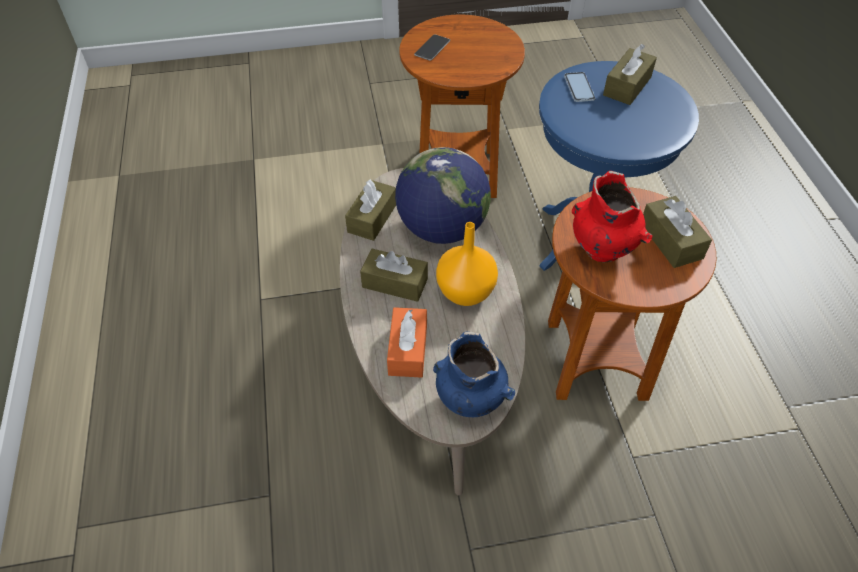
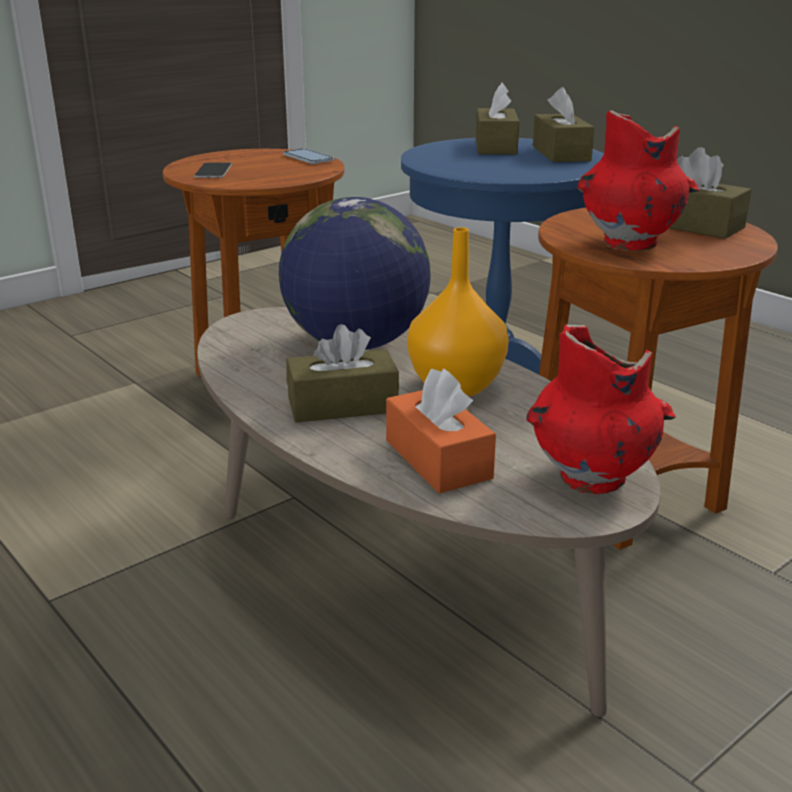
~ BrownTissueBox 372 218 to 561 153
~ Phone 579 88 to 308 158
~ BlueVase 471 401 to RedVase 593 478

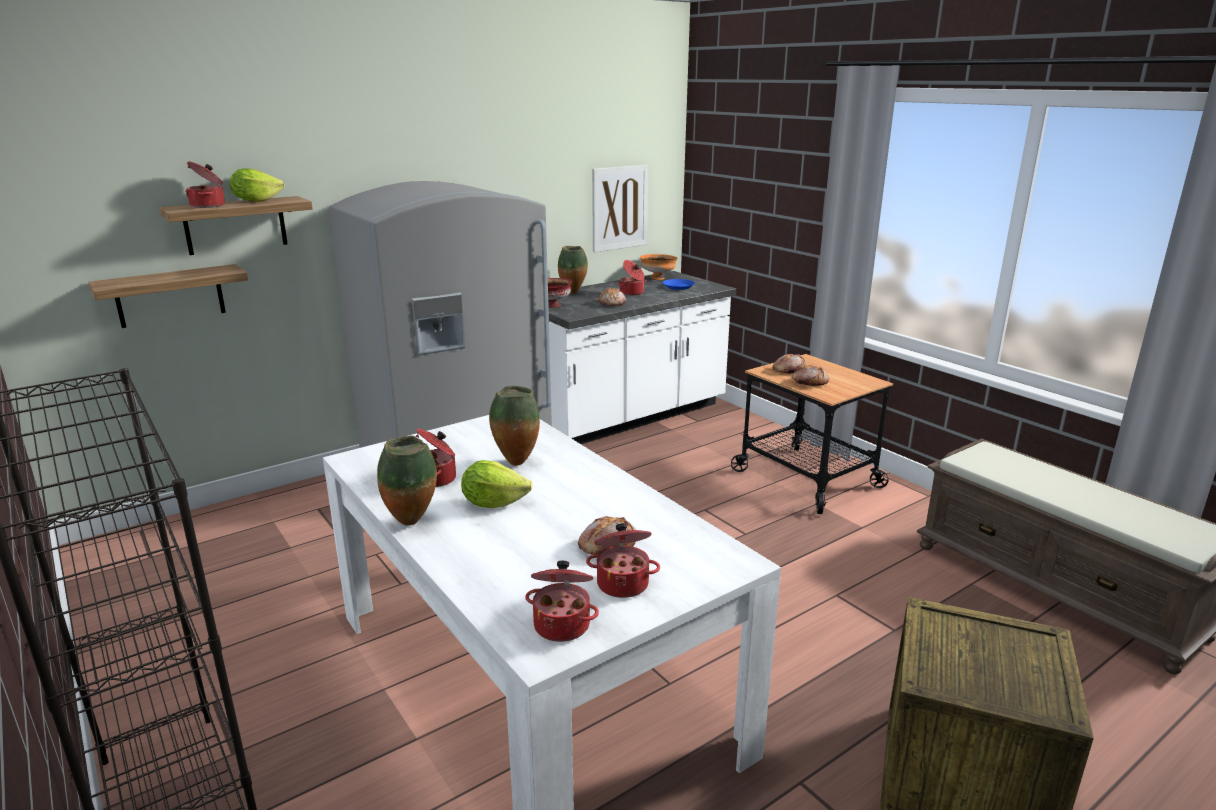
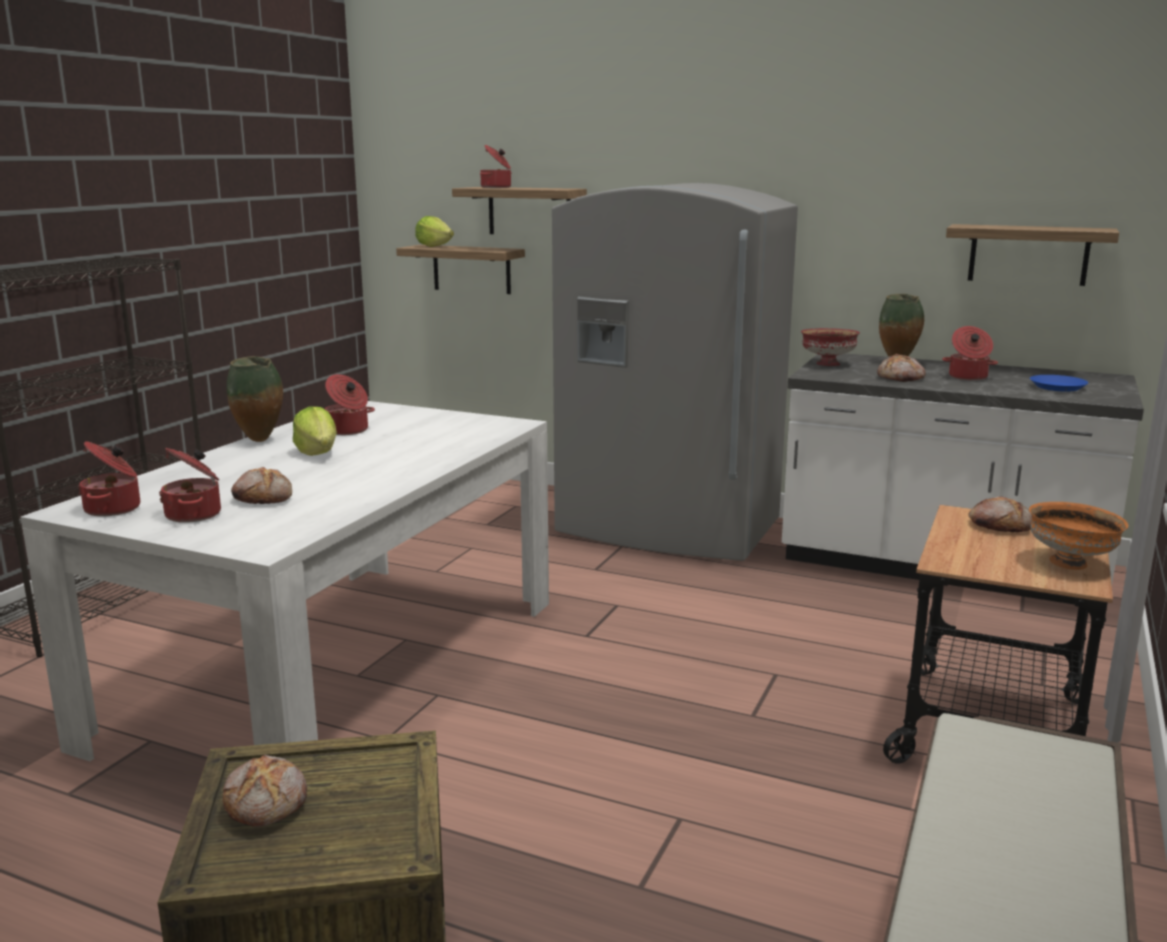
- Vase 516 462
~ Lettuce 256 201 to 434 246
~ OrangeBowl 657 278 to 1070 563
~ Bread 809 382 to 268 802
~ Picture 619 208 to Shelf 1028 254

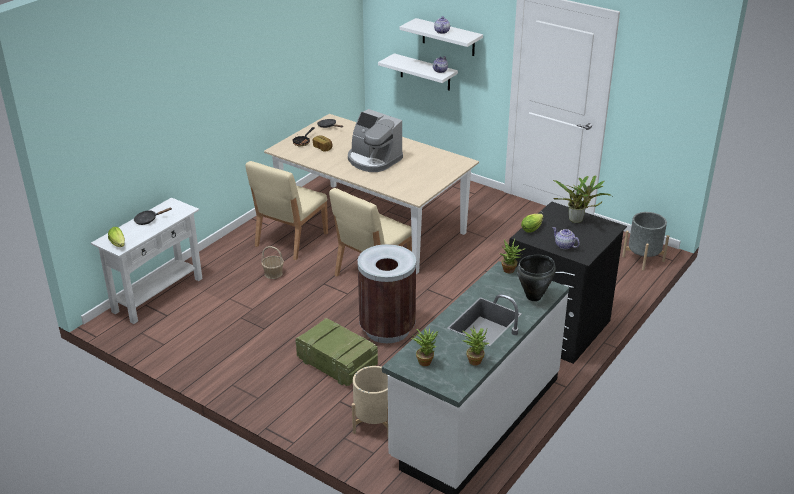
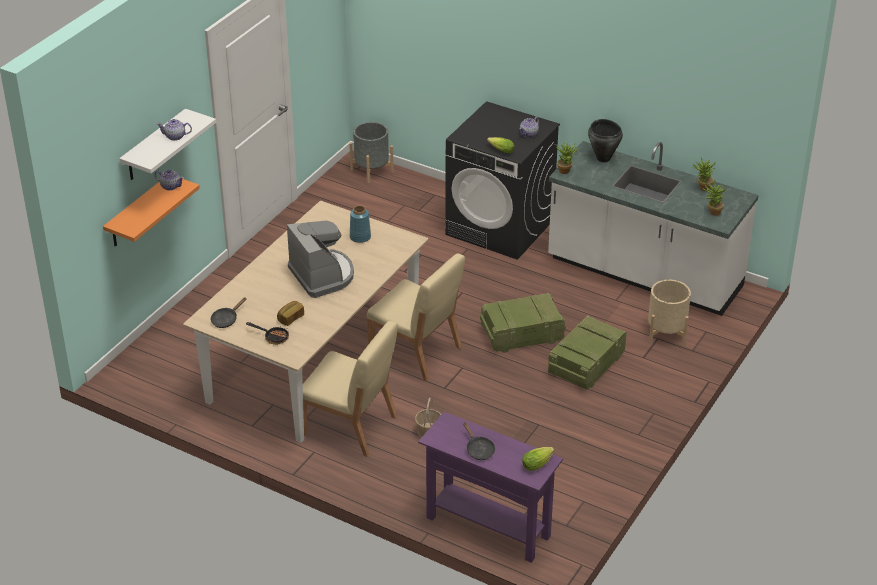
- PottedPlant 577 221
+ BlueVase 360 237
~ BrownTrashCan 387 329 to Crate 523 334
~ WhiteConsoleTable 158 295 to PurpleConsoleTable 488 527
~ WhiteShelf 425 72 to OrangeShelf 138 212
~ CoffeeMachine 373 160 = 322 275 60 degrees counterclockwise

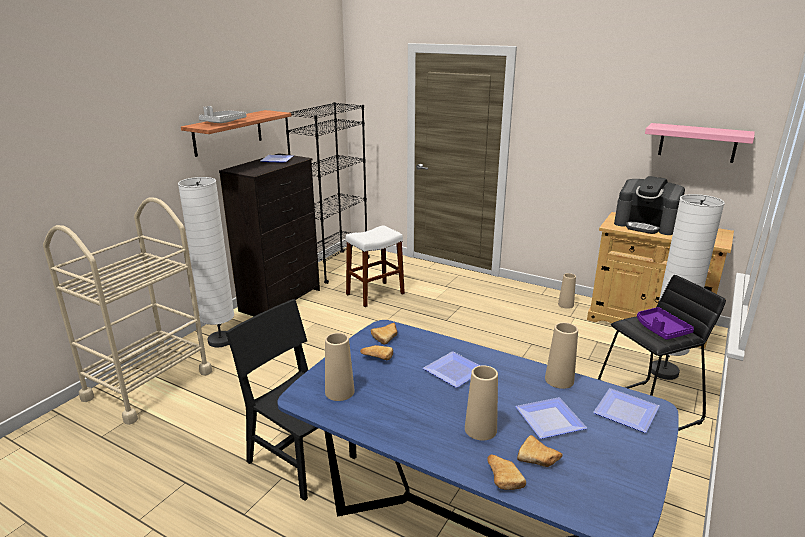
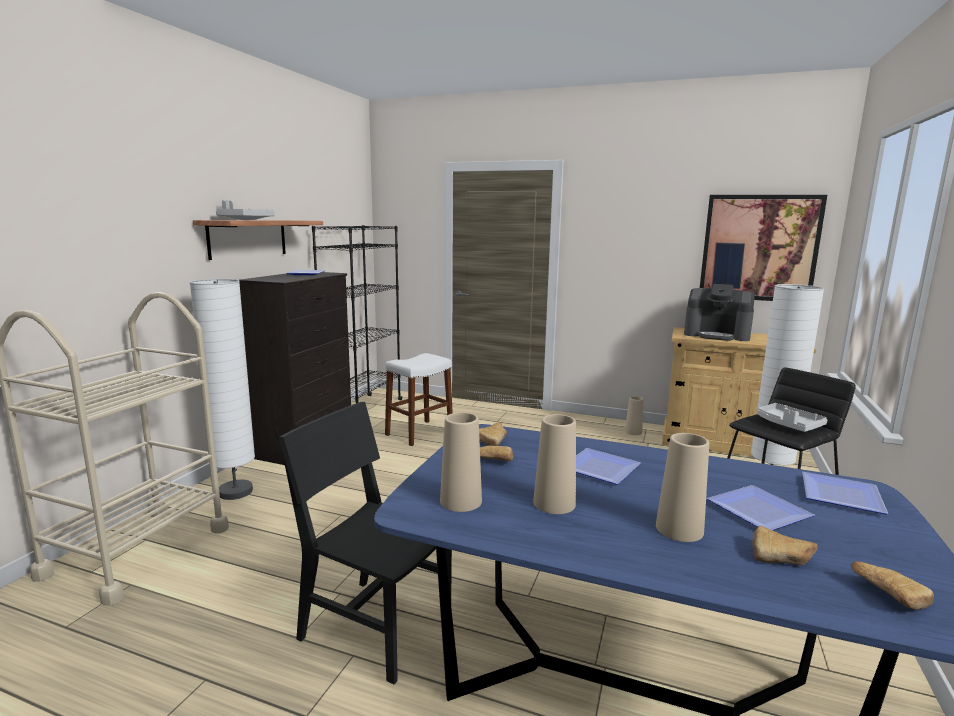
~ Bread 502 477 to 886 594
~ BeigeVase 559 380 to 554 503
~ PinkShelf 697 142 to Picture 759 248
~ PurpleTray 661 329 to GreyTray 788 425

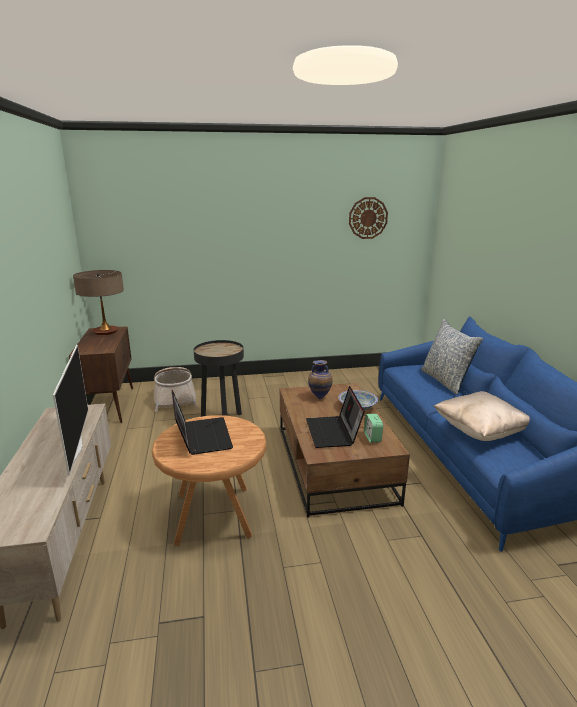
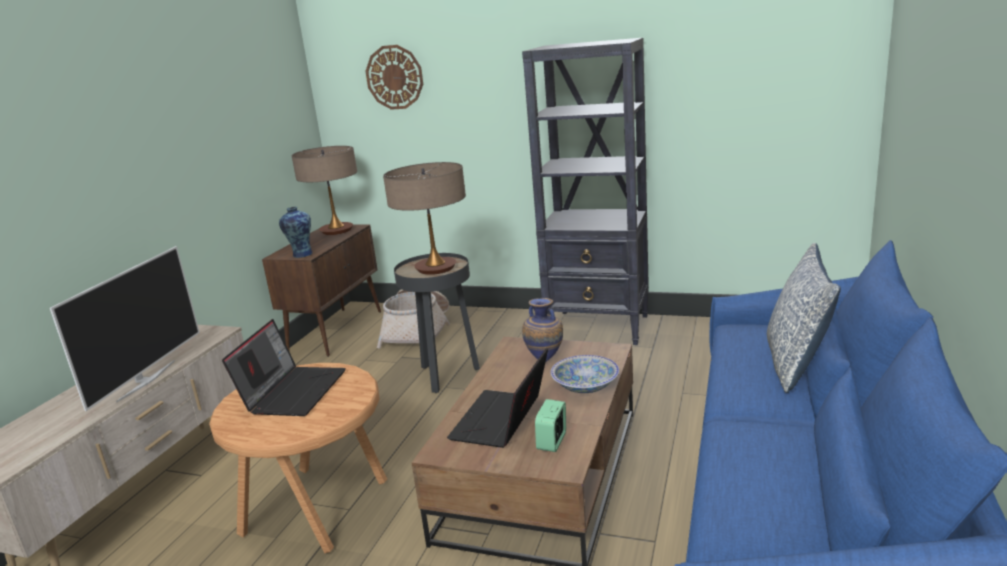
- BeigePillow 480 431
+ Vase 301 254
+ TableLamp 435 268
+ BlackBookcase 599 328
~ WallClock 368 218 to 394 77

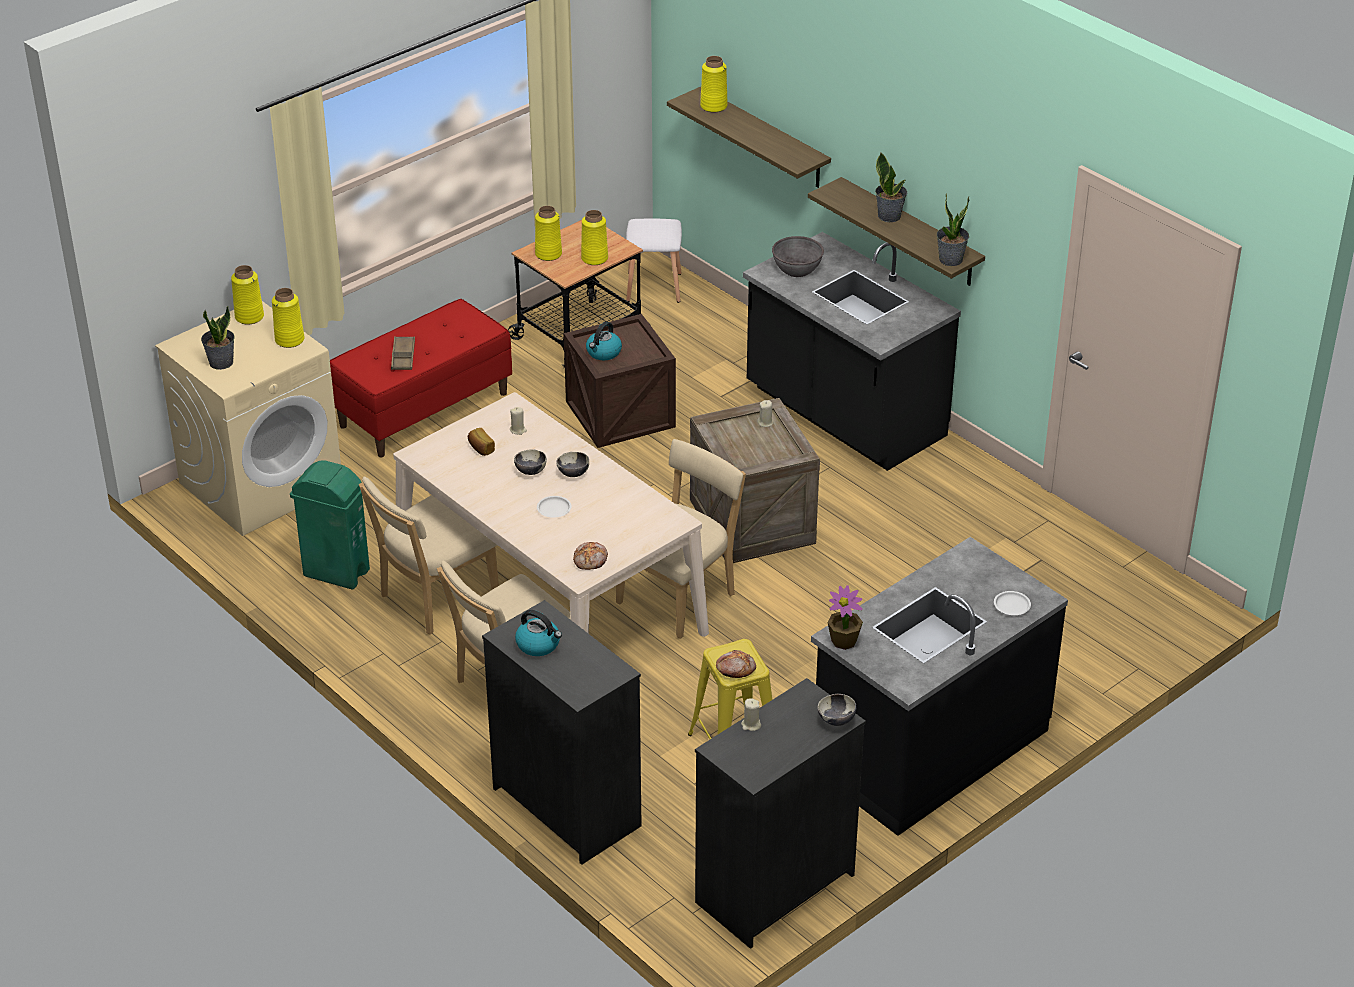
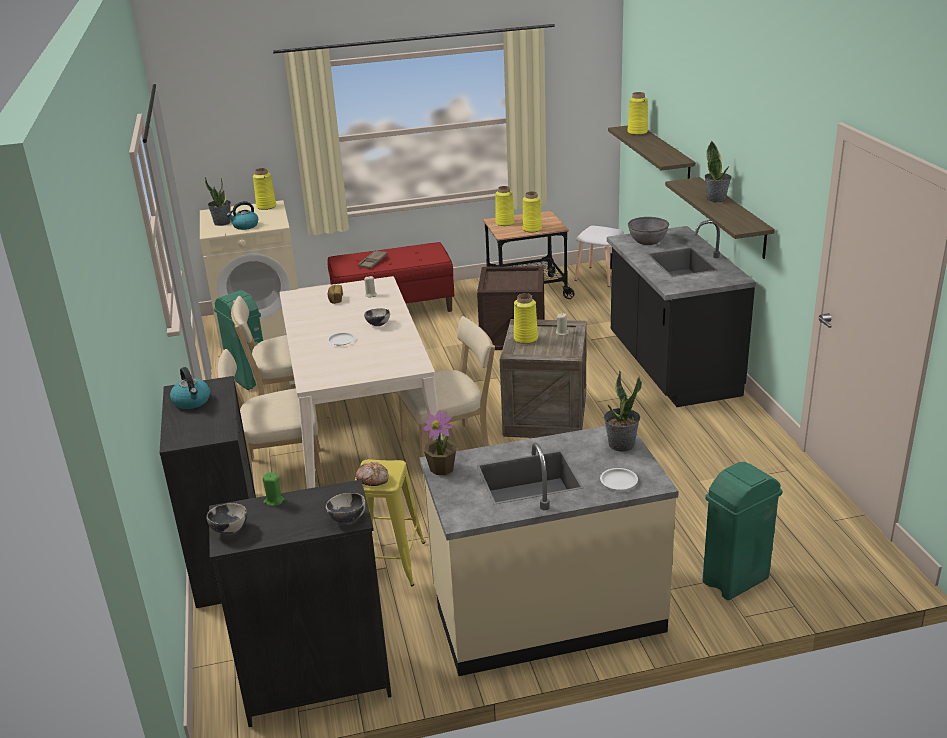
- Bread 591 560
+ GreenTrashCan 734 580
~ YellowVase 290 340 to 526 338
~ Bowl 530 471 to 229 530
~ Kettle 603 353 to 245 226
~ PottedPlant 950 260 to 621 444
~ BeigeCandle 751 725 to GreenCandle 274 501
~ BlackCounter 928 749 to BeigeCounter 546 612

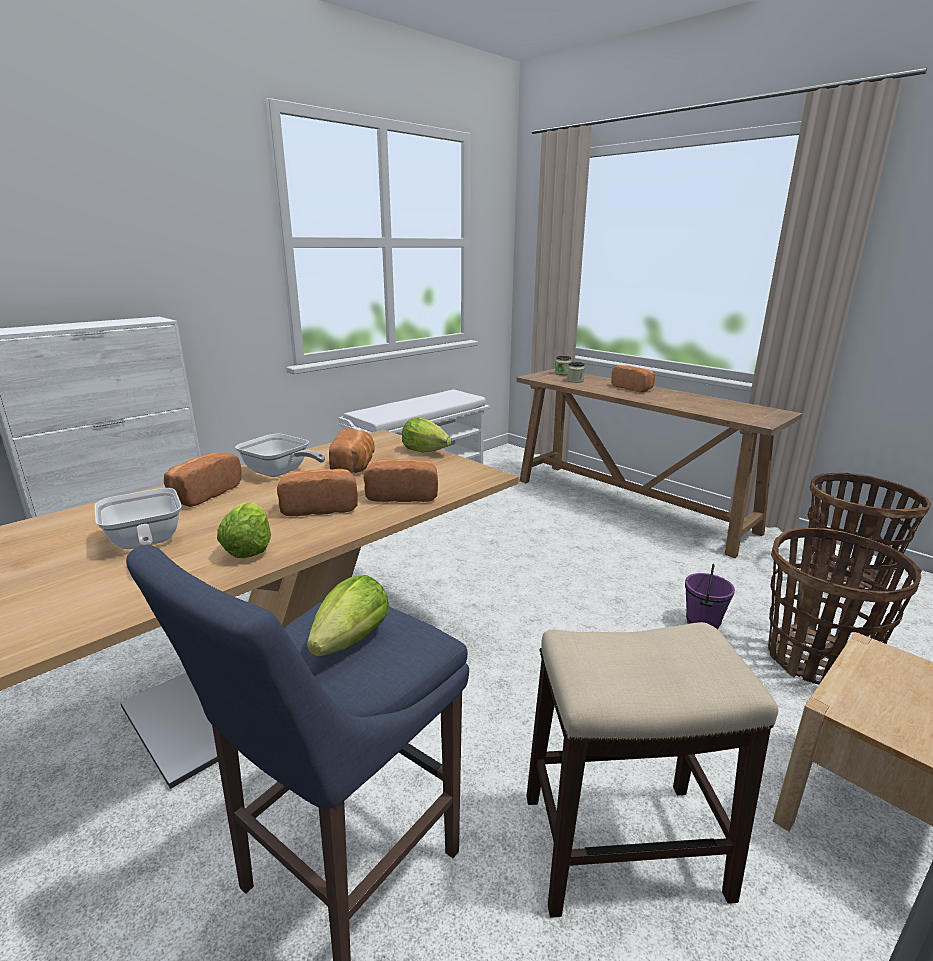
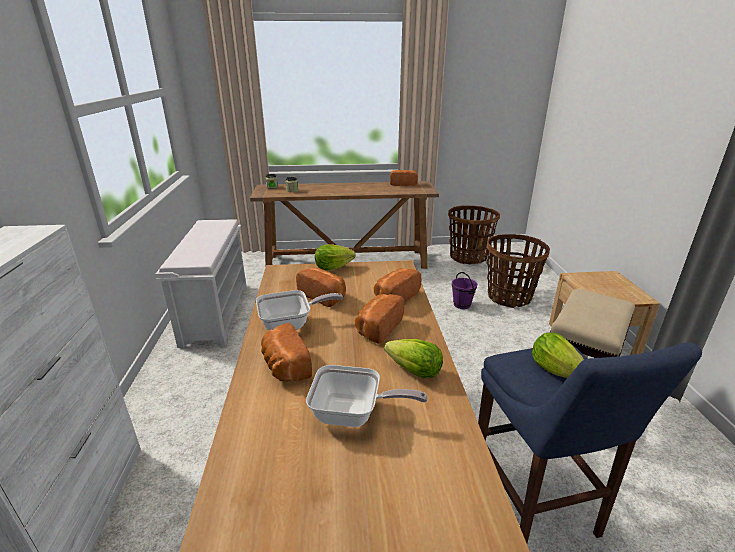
~ Bread 633 388 to 403 184

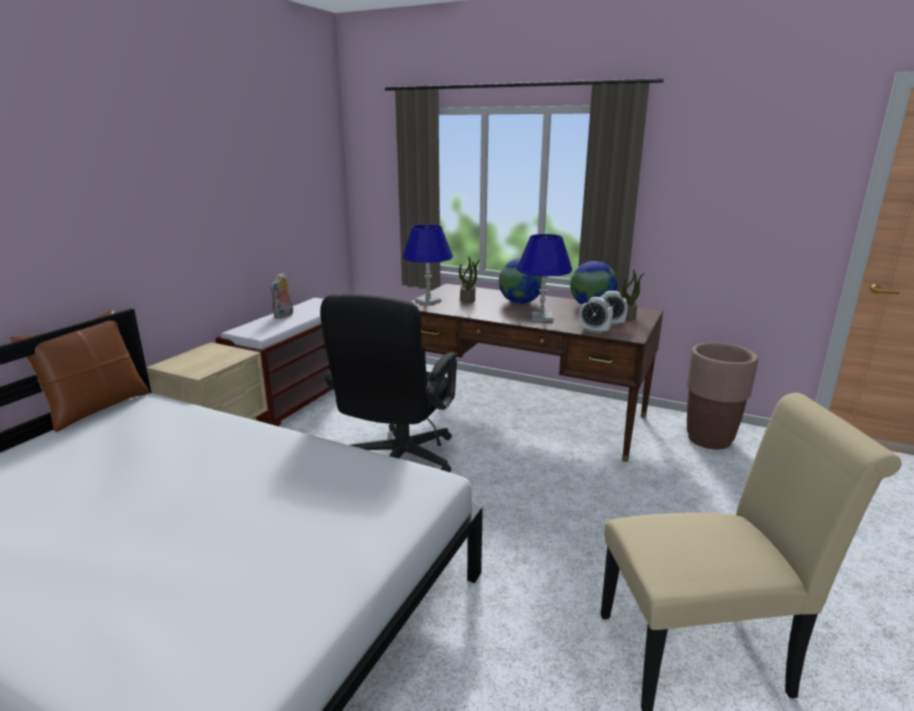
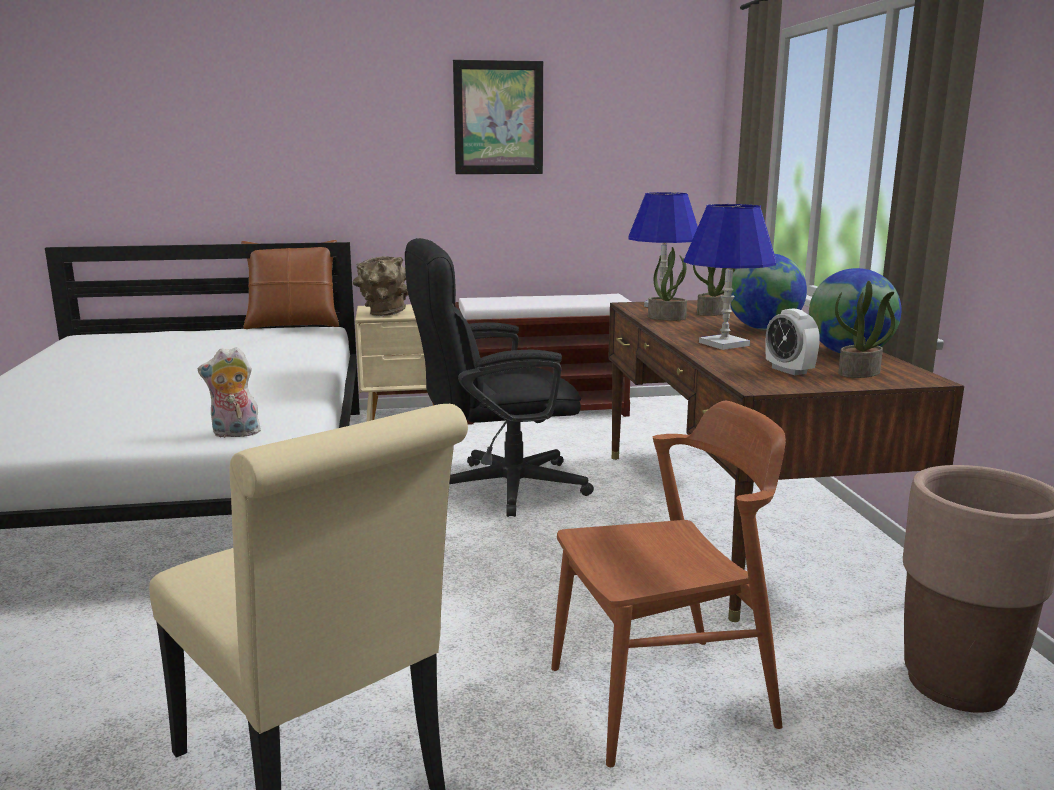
- AlarmClock 594 331
+ BrownVase 384 314
+ Picture 498 118
+ BrownChair 662 696
+ PottedPlant 667 318
~ PlushToy 284 316 to 234 434

